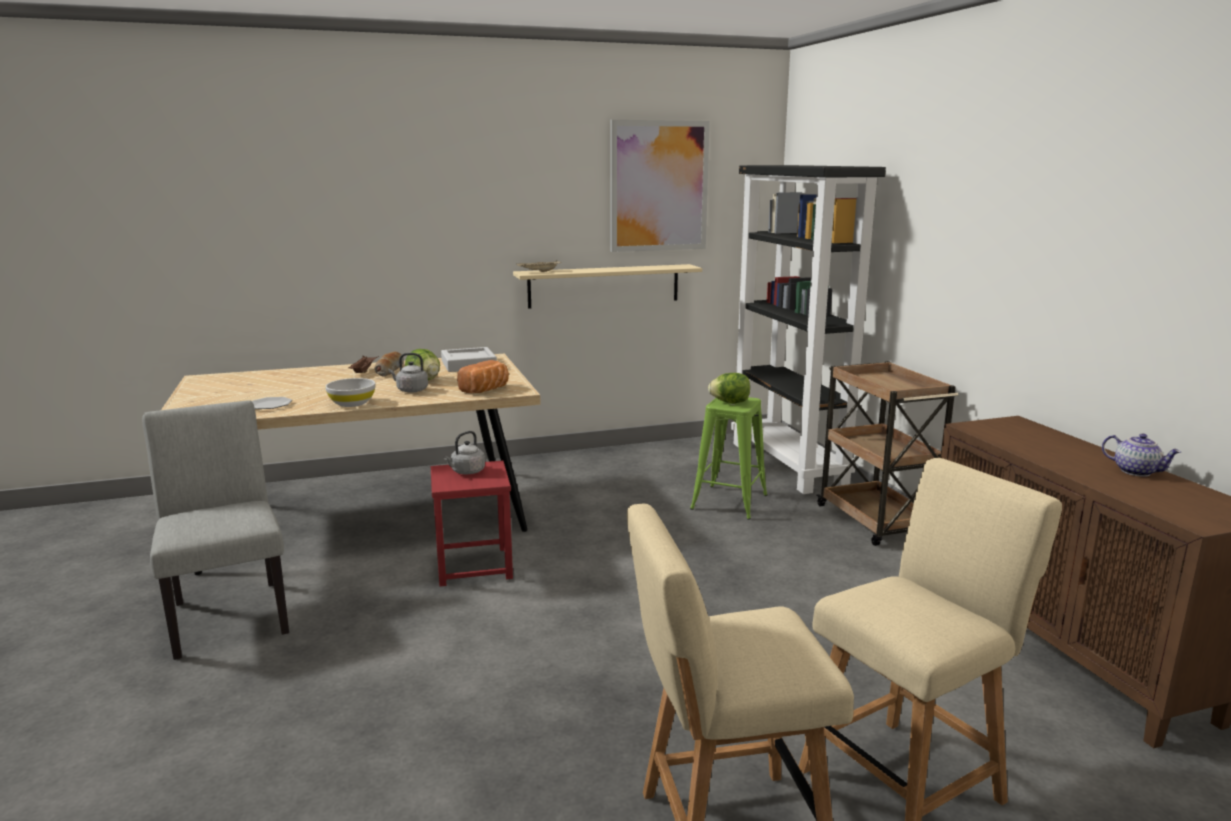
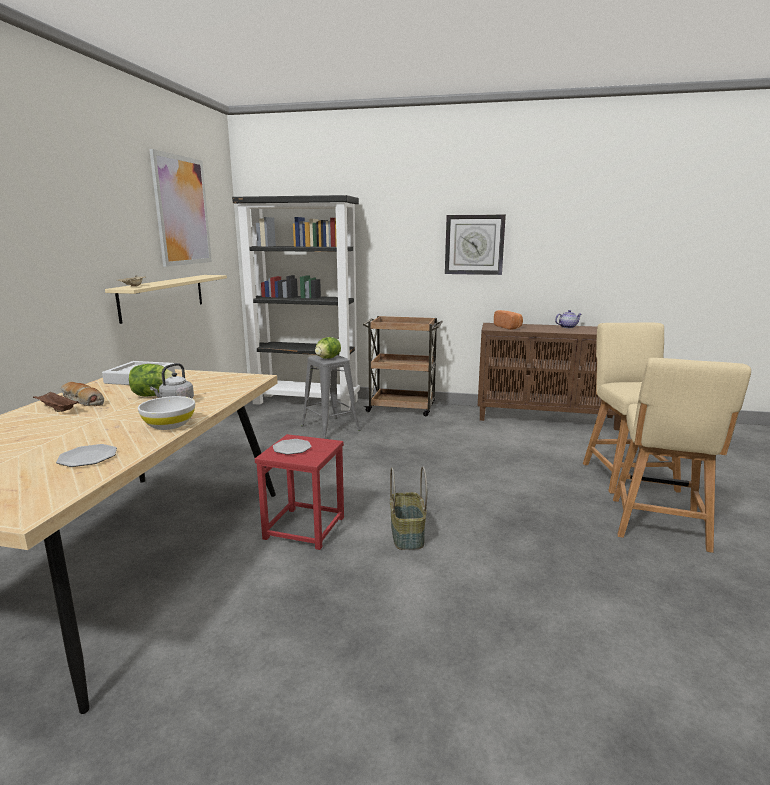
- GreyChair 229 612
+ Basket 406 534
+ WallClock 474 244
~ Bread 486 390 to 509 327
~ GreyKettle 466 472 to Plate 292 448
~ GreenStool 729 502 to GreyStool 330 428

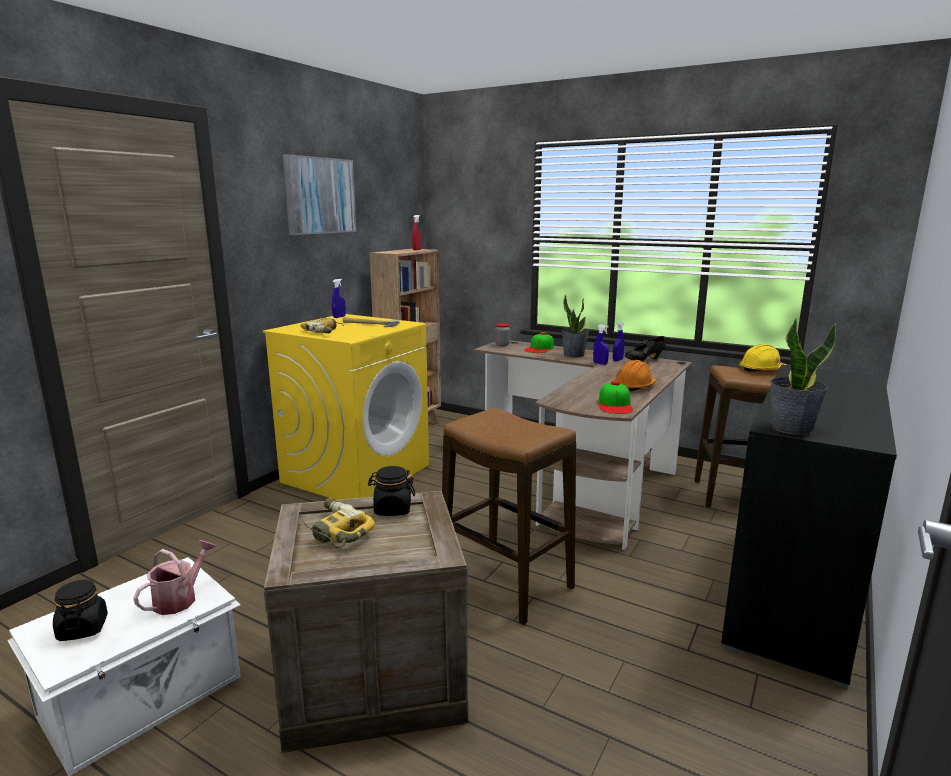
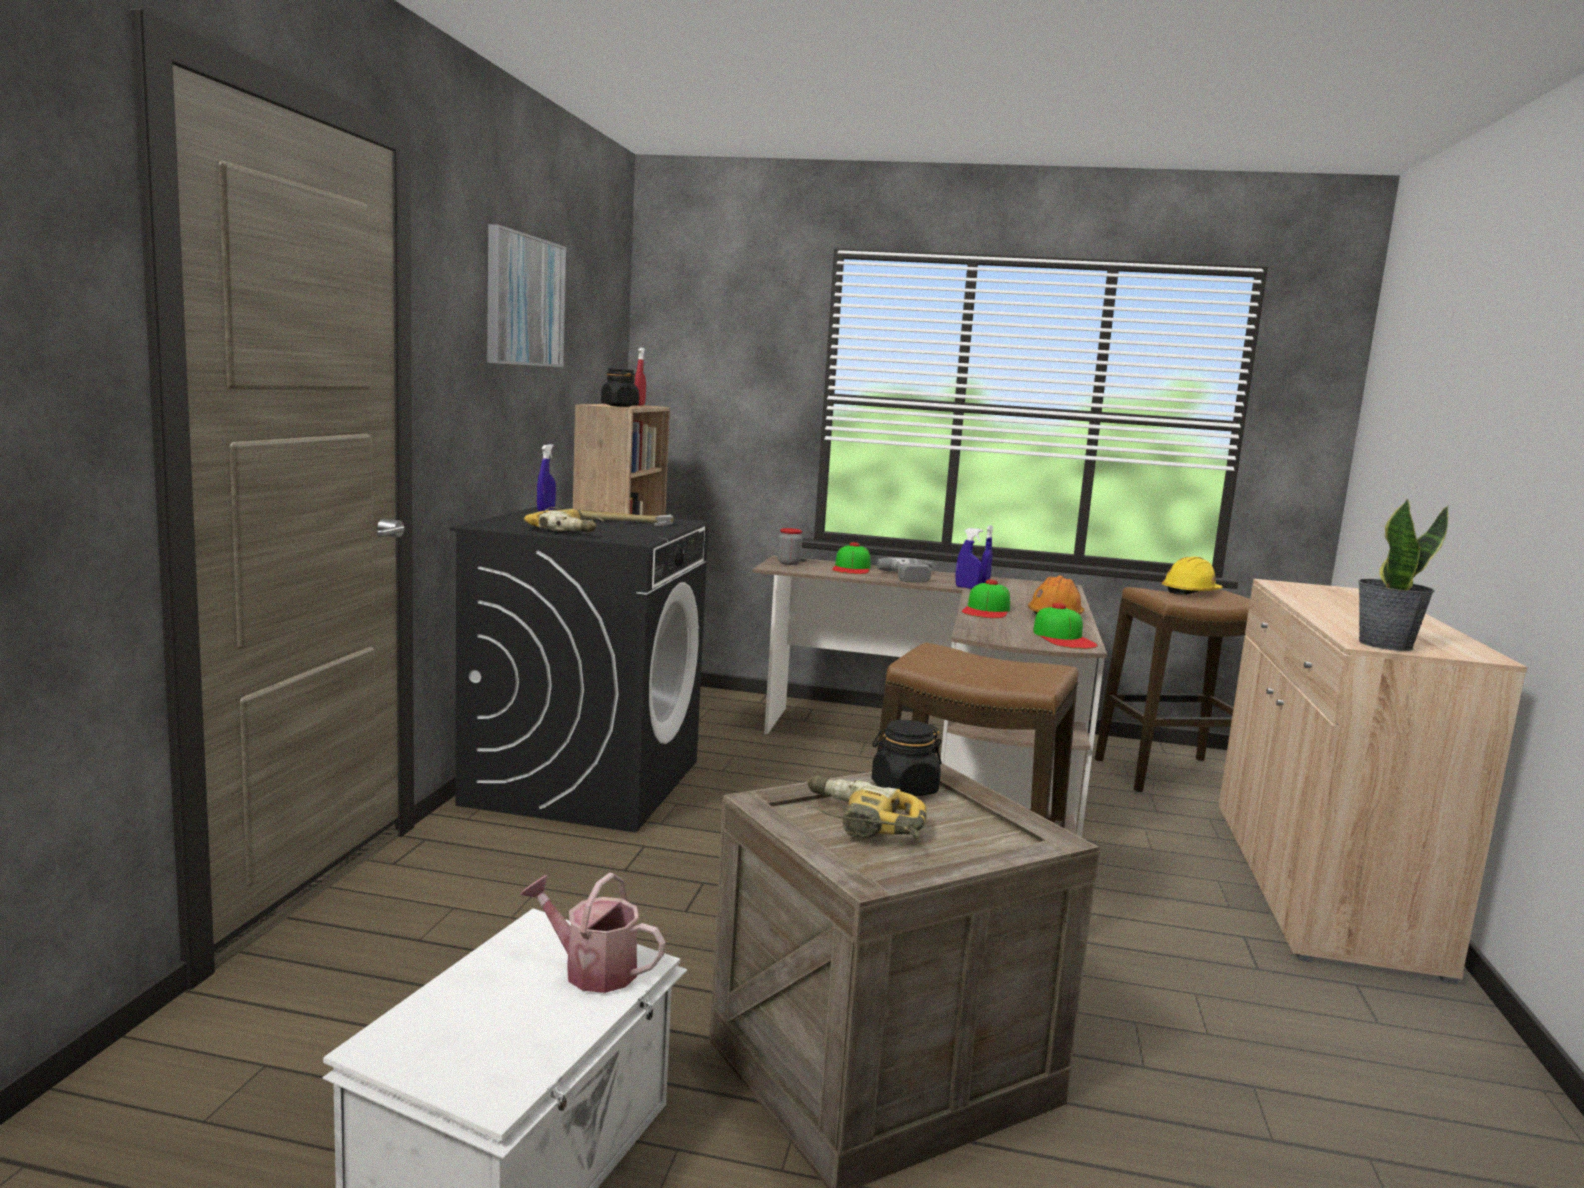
- BlackShoe 644 361
+ Cap 987 610
~ BlackJar 83 628 to 619 406
~ PottedPlant 574 355 to PowerDrill 914 576
~ YellowWashingMachine 356 473 to BlackWashingMachine 583 782
~ BlackCabinet 793 592 to BeigeCabinet 1318 884
~ WateringCan 180 598 = 591 969 75 degrees counterclockwise

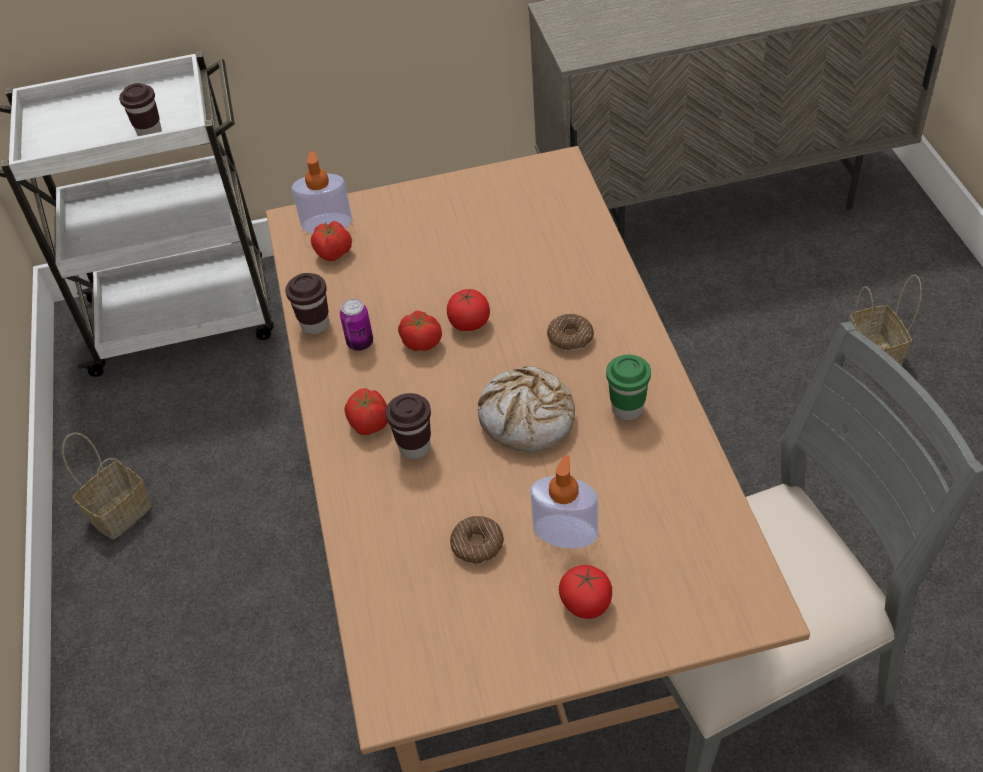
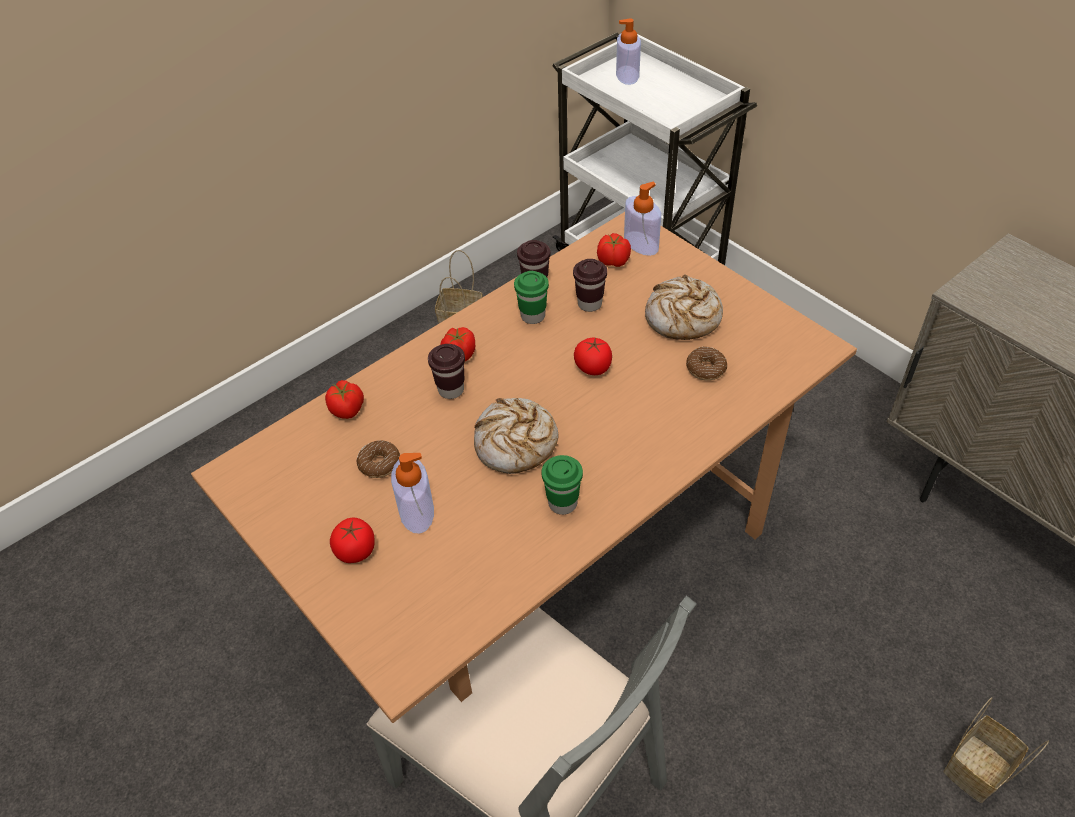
+ SoapDispenser 627 75
+ Bread 682 317
~ BrownCup 149 132 to 589 304
~ Tomato 422 343 to 347 409
~ Donut 570 338 to 705 368
~ Can 360 343 to GreenCup 533 316

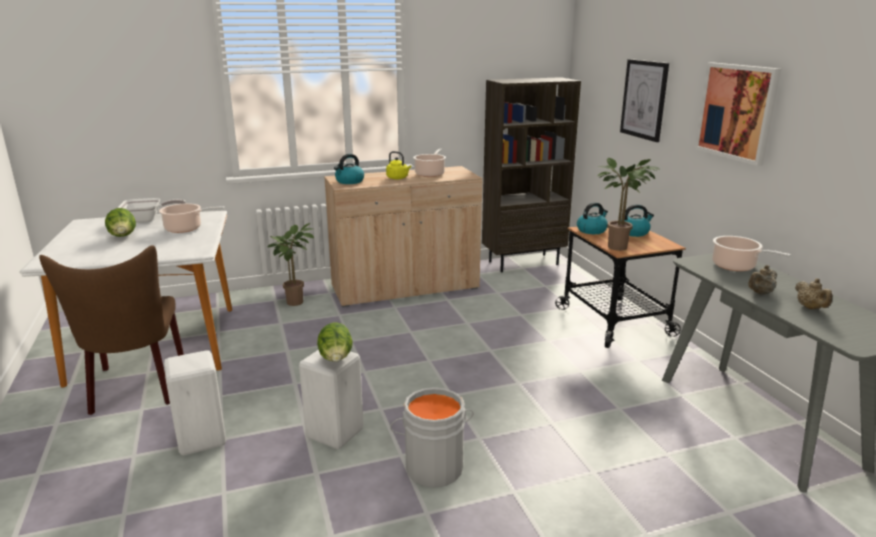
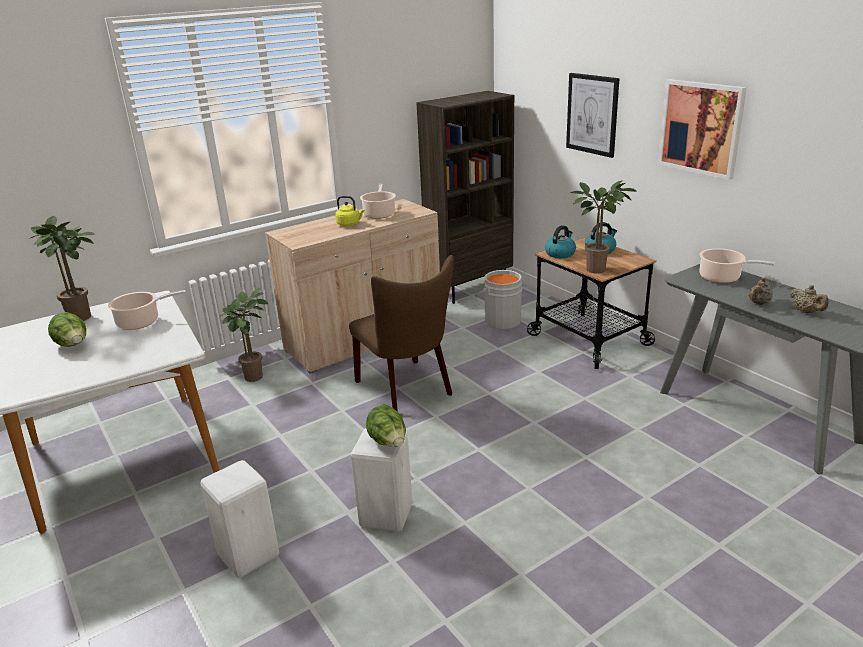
- Kettle 349 181
~ BrownChair 136 389 to 408 390
~ GreyBucket 433 466 to 501 320
~ FryingPan 147 220 to PottedPlant 83 318

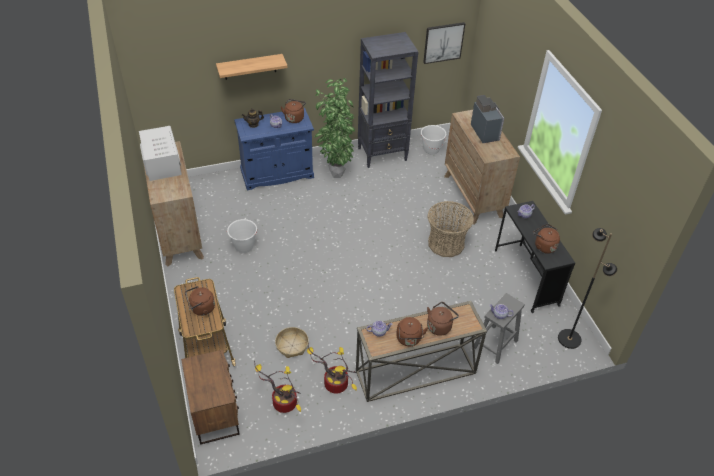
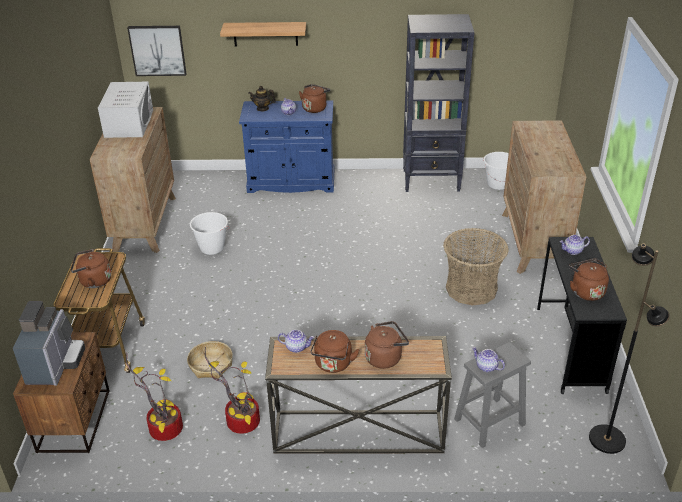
- PottedPlant 335 173
~ Picture 443 42 to 157 50
~ CoffeeMachine 486 132 to 55 364

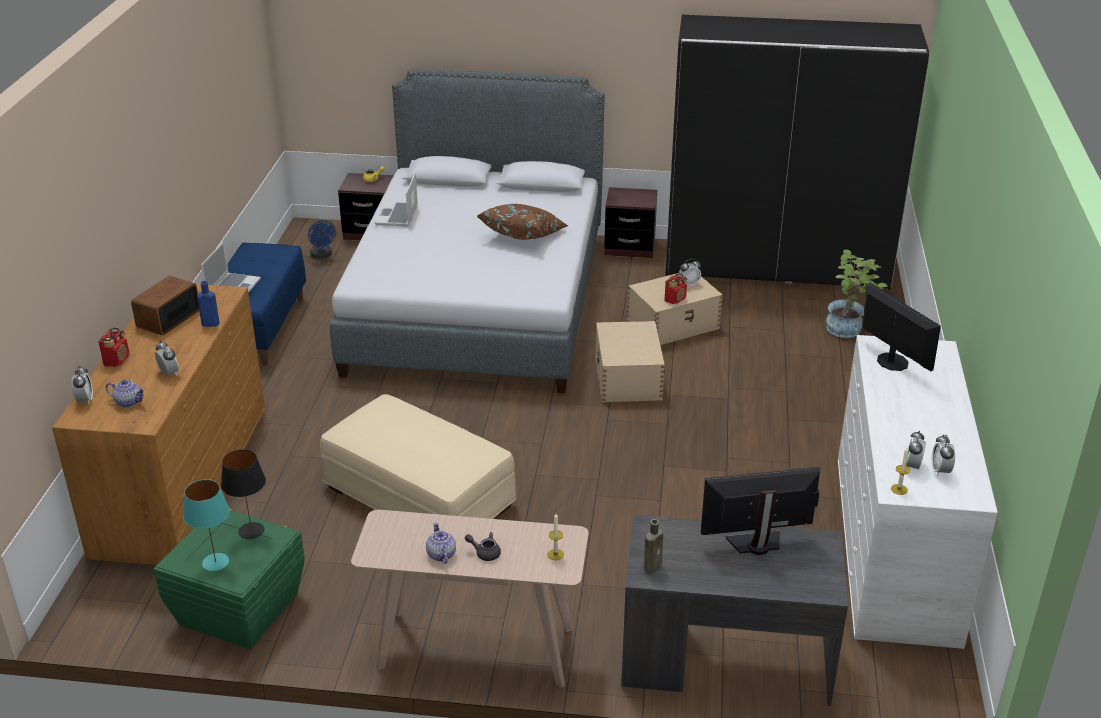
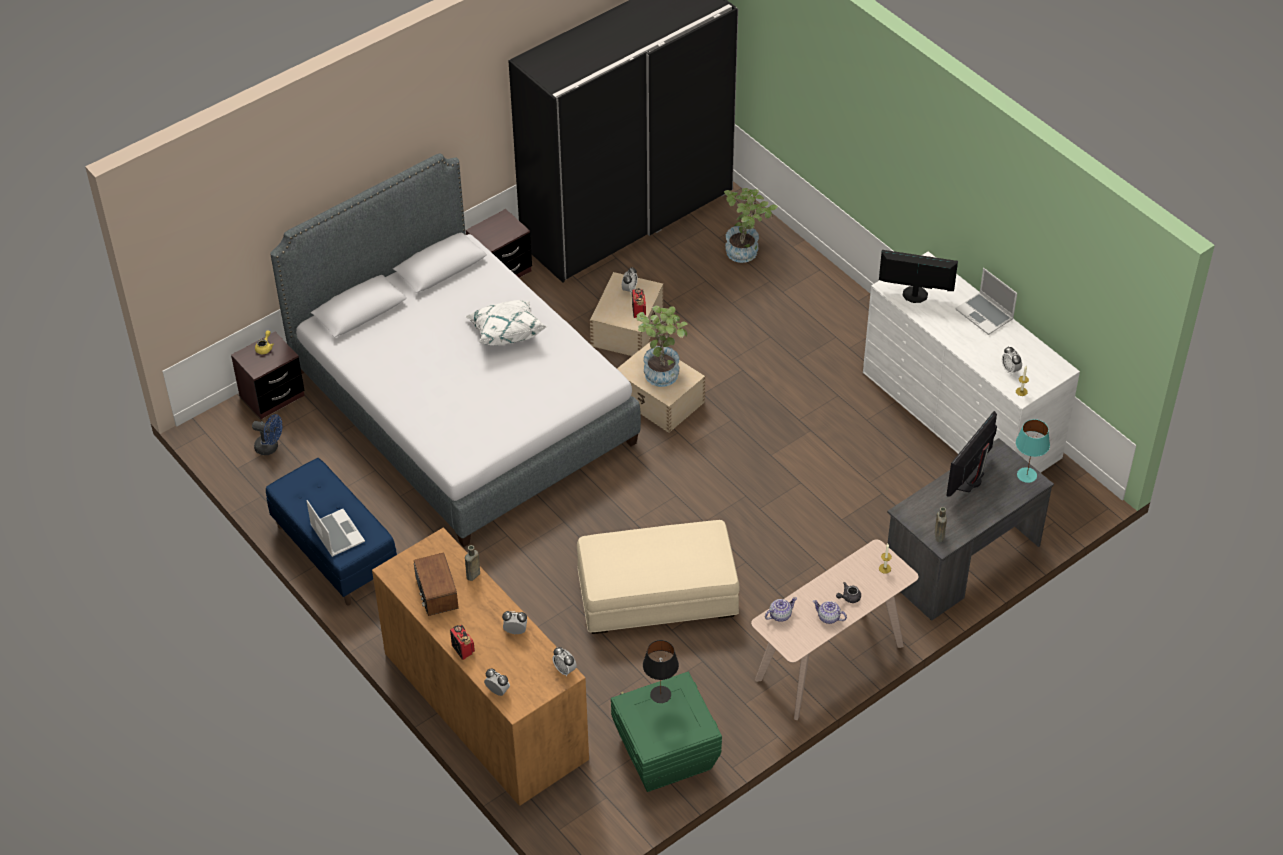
+ PottedPlant 661 370
~ Teapot 128 402 to 779 615
~ TurquoiseTableLamp 215 562 to 1026 475
~ Laptop 397 216 to 985 315
~ AlarmClock 940 471 to 564 670
~ BlueBottle 209 324 to BrownBottle 472 575
~ BrownPillow 523 235 to WhitePillow 505 332

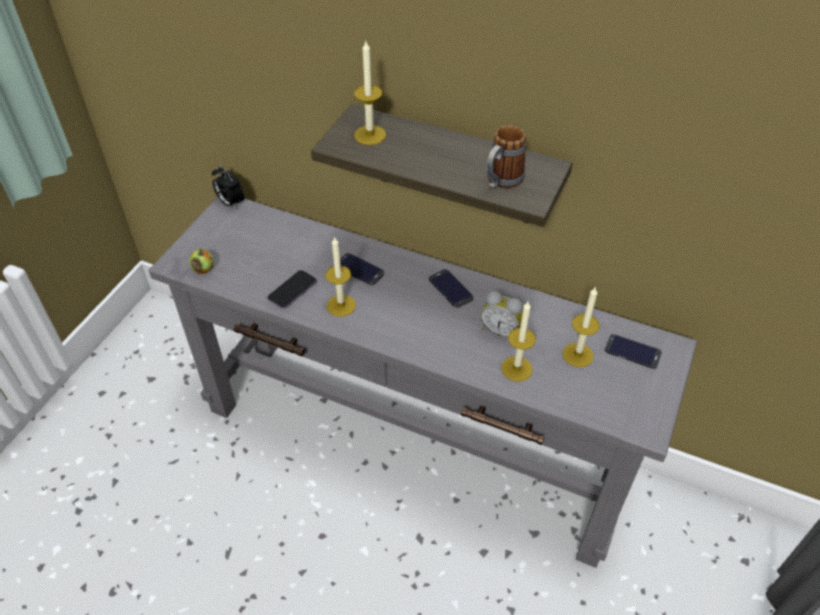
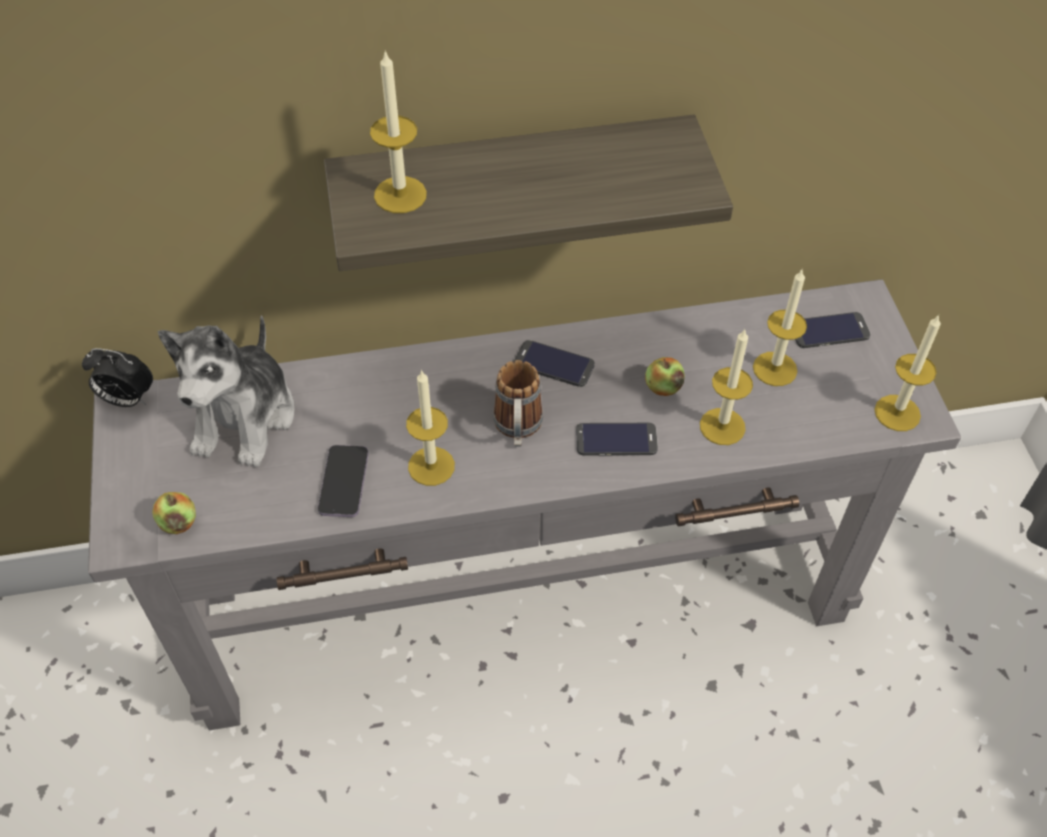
+ PlushToy 245 417
+ Candle 897 413
~ Phone 359 269 to 616 440
~ Mug 500 182 to 518 429
~ AlarmClock 501 331 to Apple 663 387

